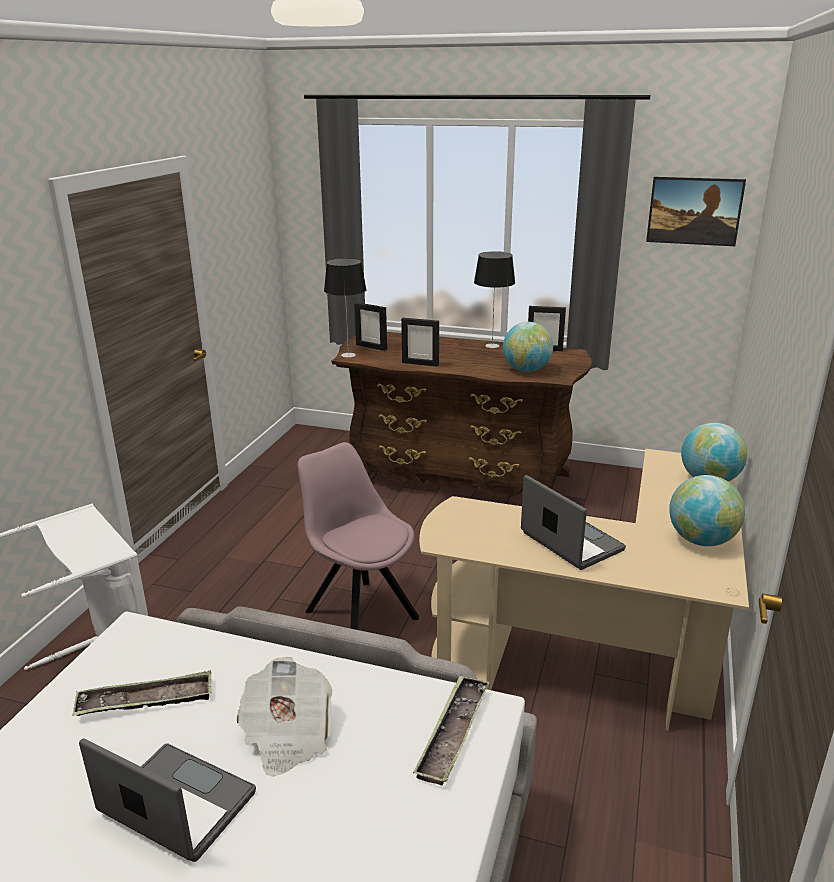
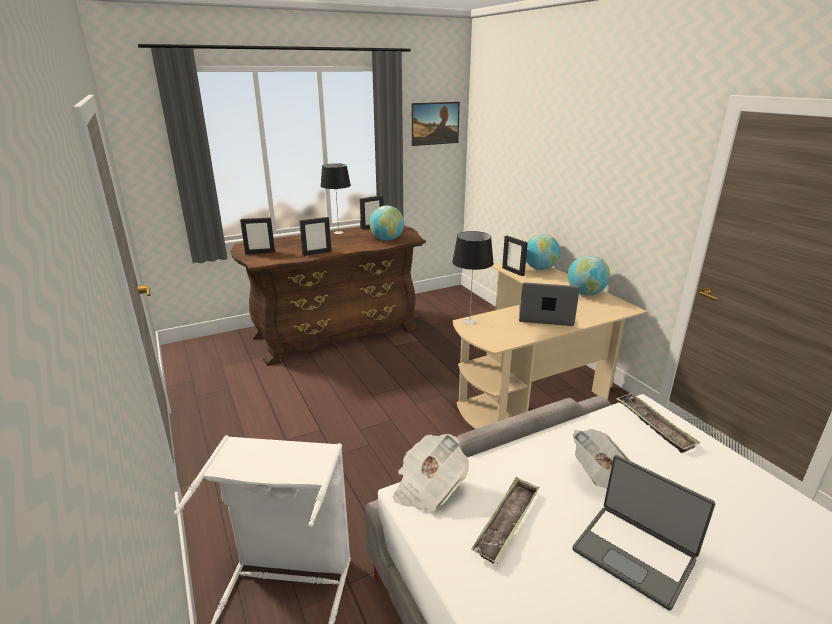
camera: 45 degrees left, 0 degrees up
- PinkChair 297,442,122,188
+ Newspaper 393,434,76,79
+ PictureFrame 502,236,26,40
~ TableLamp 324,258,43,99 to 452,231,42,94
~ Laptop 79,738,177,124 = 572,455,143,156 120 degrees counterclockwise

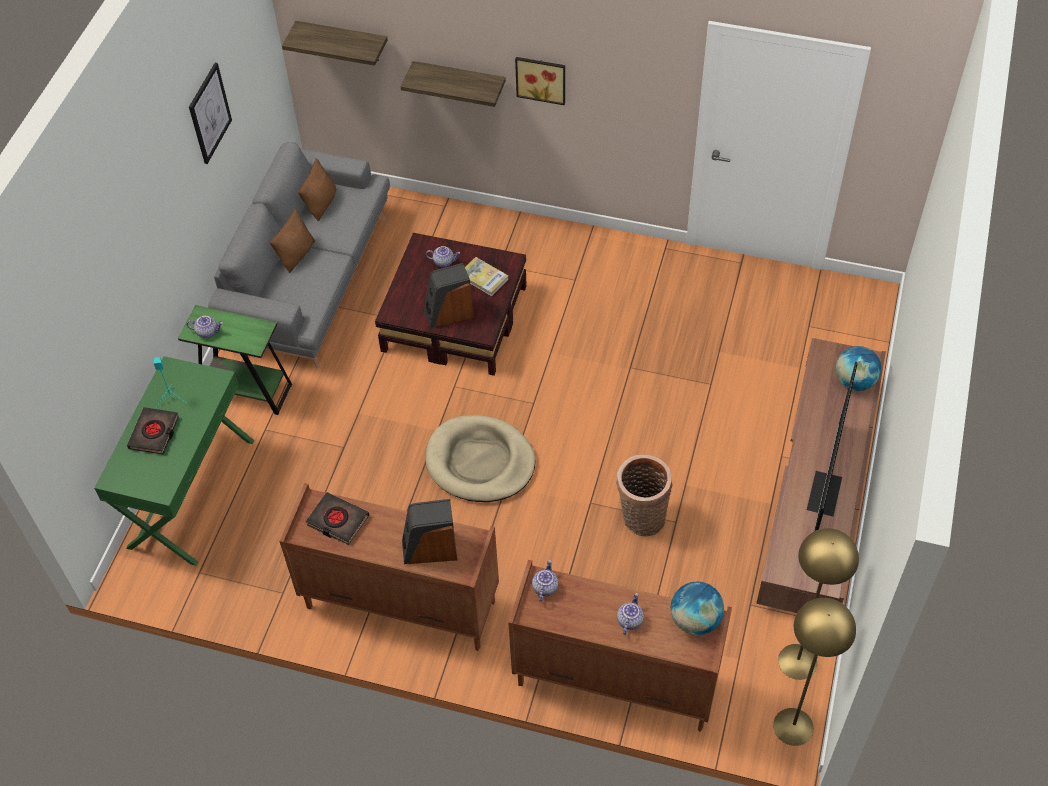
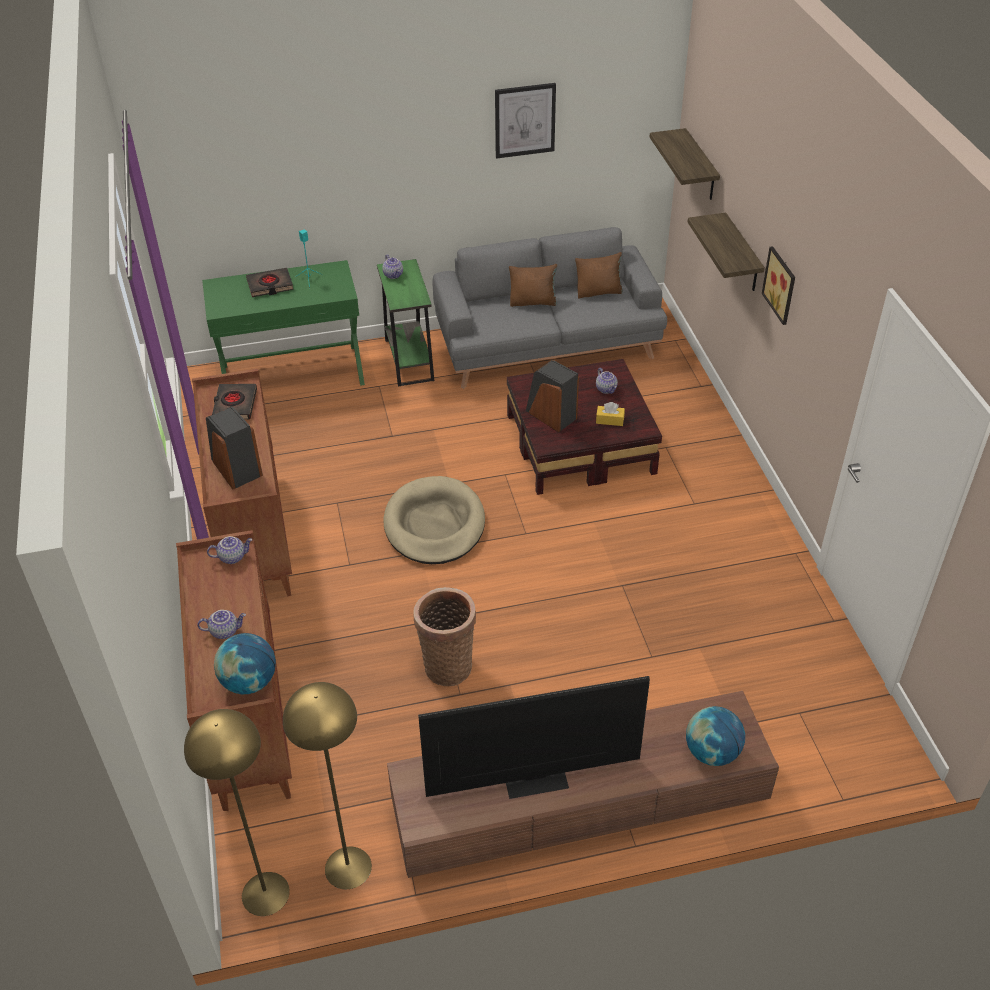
camera: 60 degrees right, 10 degrees down
~ Book 465,257,43,39 to YellowTissueBox 596,402,29,24

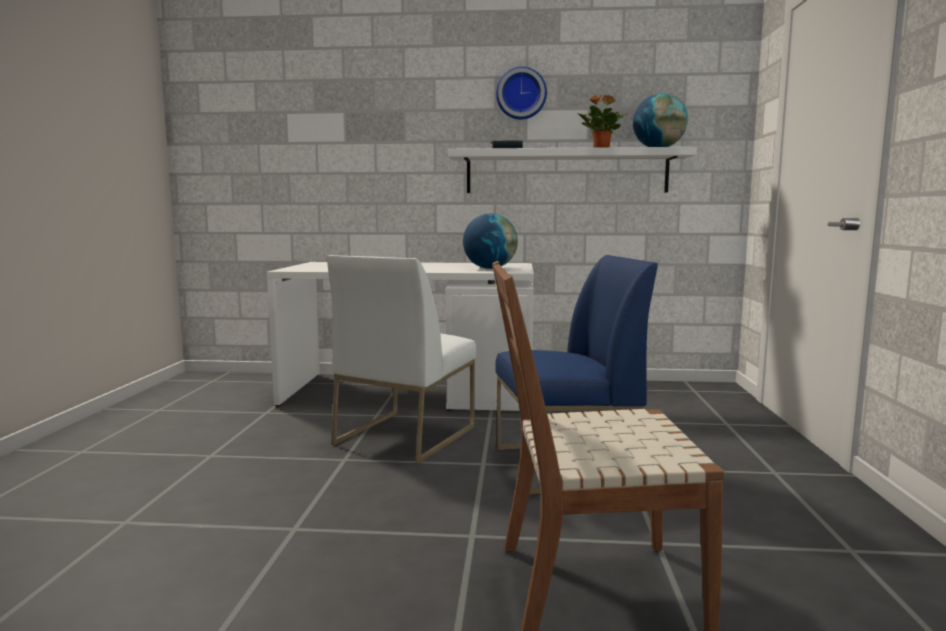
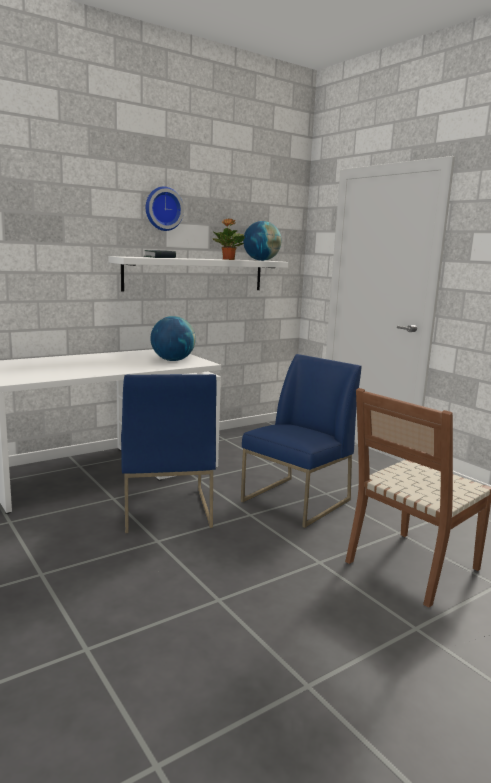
camera: 40 degrees left, 5 degrees up
~ WhiteChair 327,255,149,209 to BlueChair 121,374,95,159

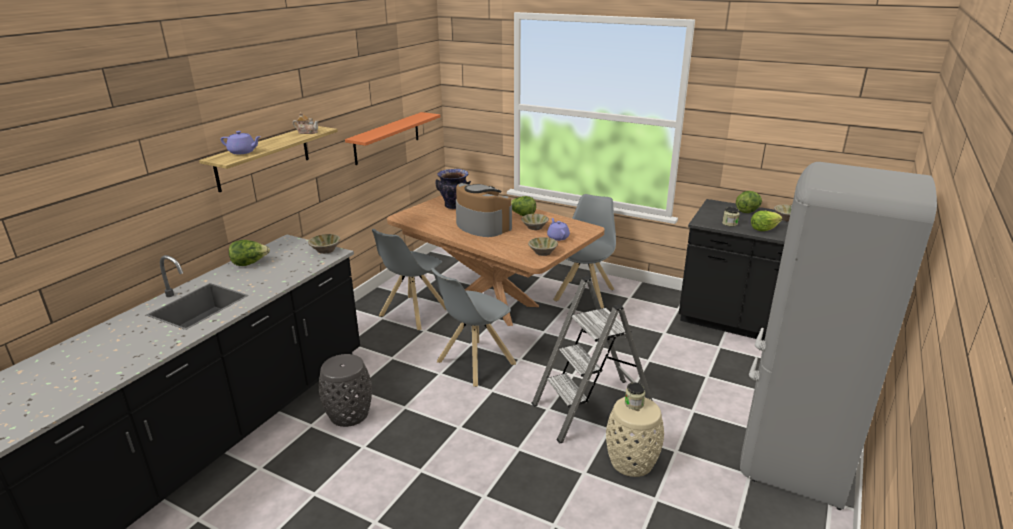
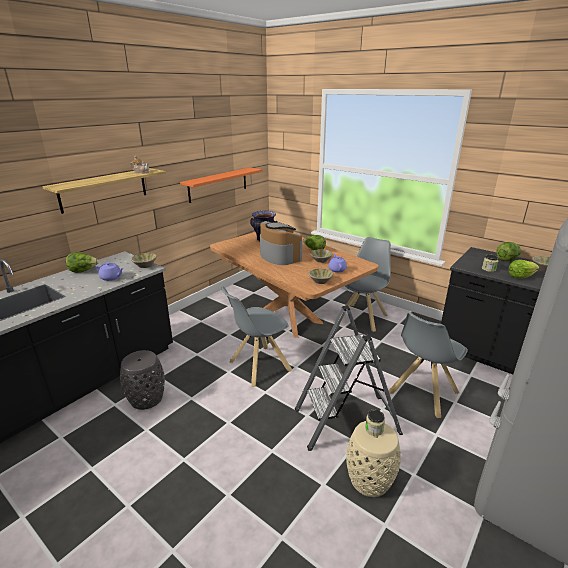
camera: 10 degrees right, 0 degrees up
~ PurpleTeapot 221,131,40,23 to 96,262,28,19
~ GreyChair 372,229,74,101 to 388,313,80,105

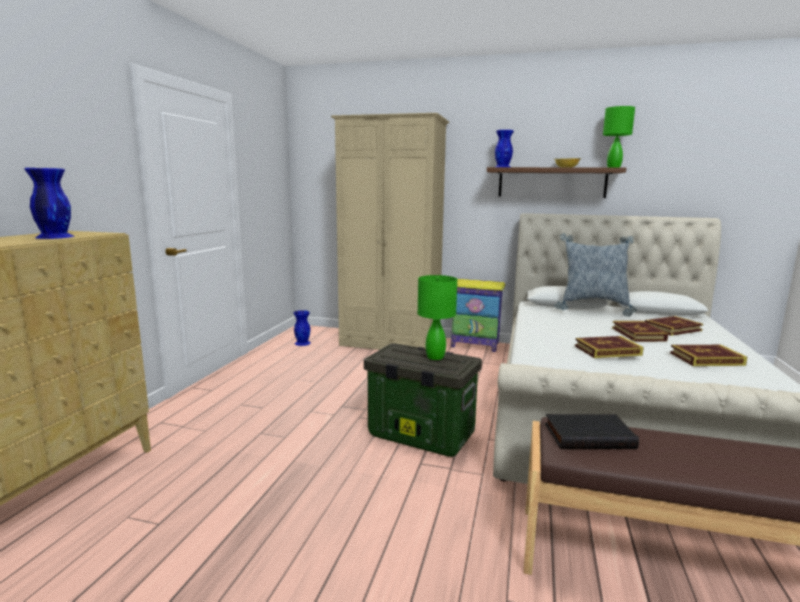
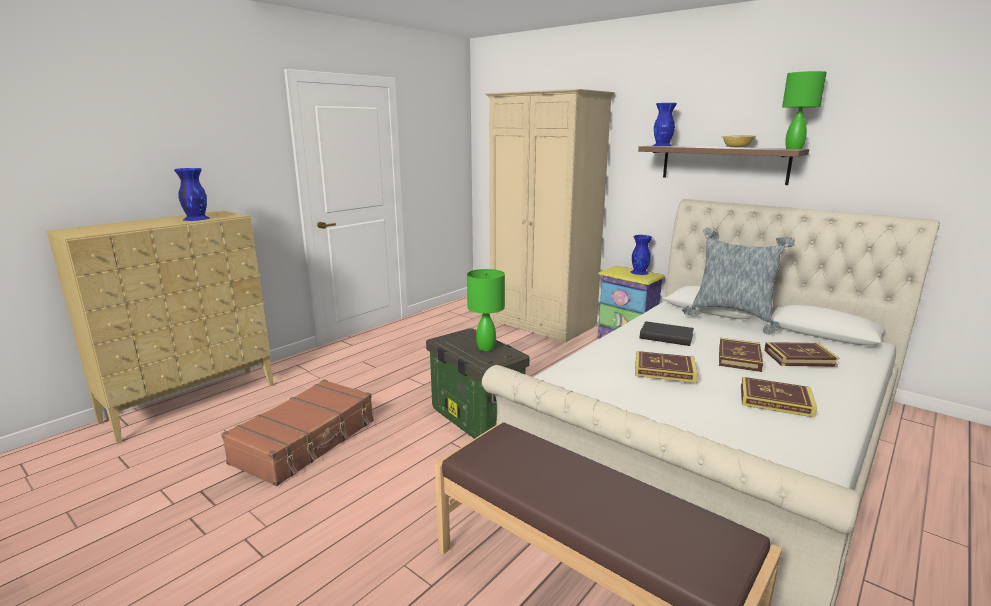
camera: 25 degrees right, 5 degrees up
+ BrownSuitcase 221,380,153,106
~ BlueVase 294,310,17,36 to 631,235,21,40
~ BlackBook 545,414,94,35 to 640,321,54,25

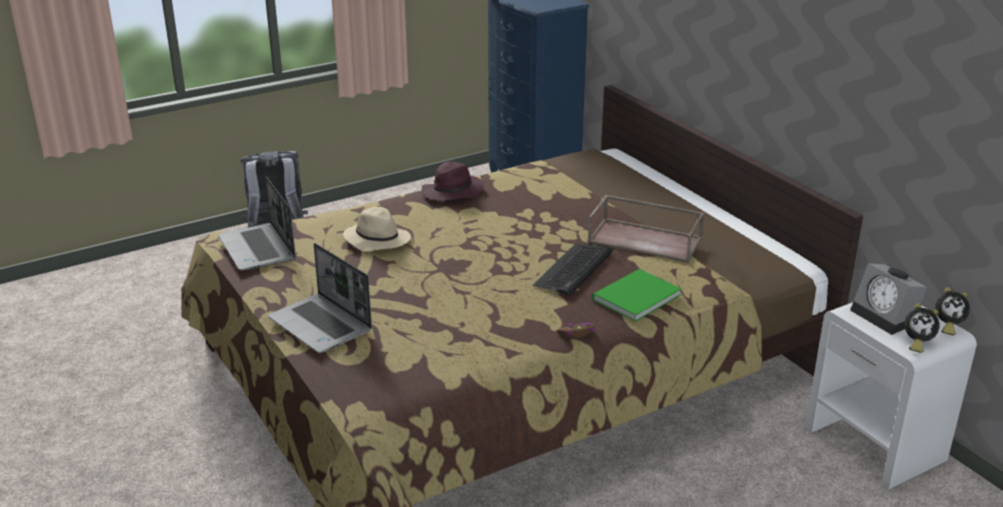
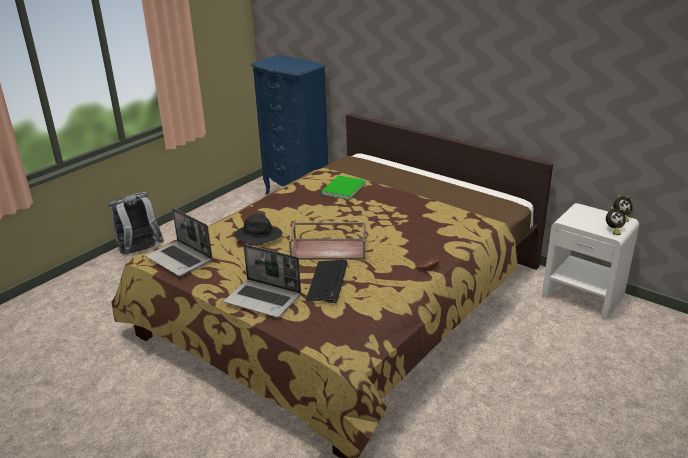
camera: 20 degrees left, 0 degrees up
- PurpleHat 422,161,62,40
- AlarmClock 850,263,77,72
~ Keyboard 533,243,80,53 to 306,260,41,43
~ BrownTray 587,195,118,68 to 289,222,77,38
~ GreenBook 592,269,89,53 to 321,175,45,25
~ BeigeHat 343,207,68,45 to BlackHat 234,214,48,32

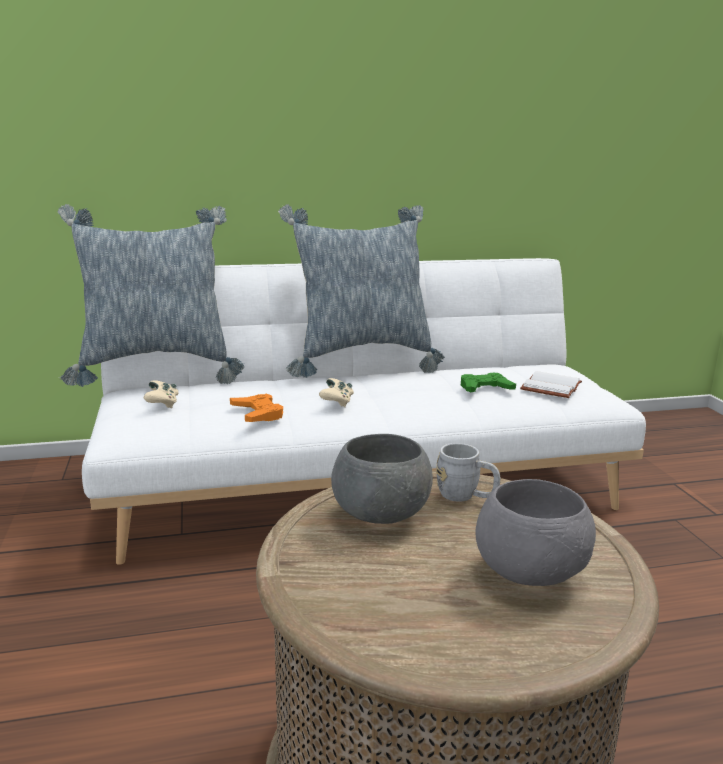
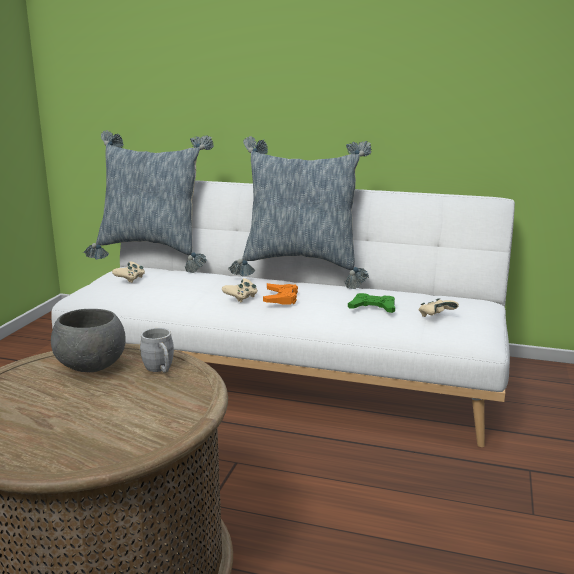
camera: 30 degrees right, 0 degrees up
- GreyBowl 476,479,120,107
~ OrangeGameController 230,394,53,28 to 263,283,35,21
~ WhiteBook 520,371,62,27 to BeigeGameController 419,298,40,19

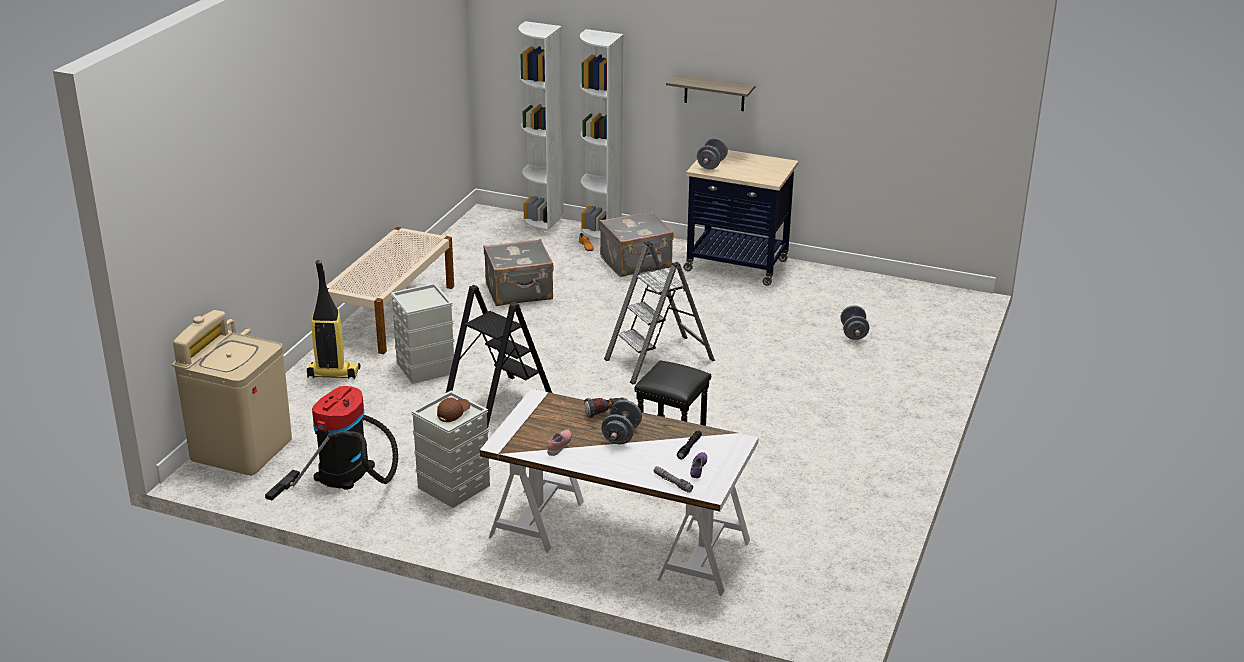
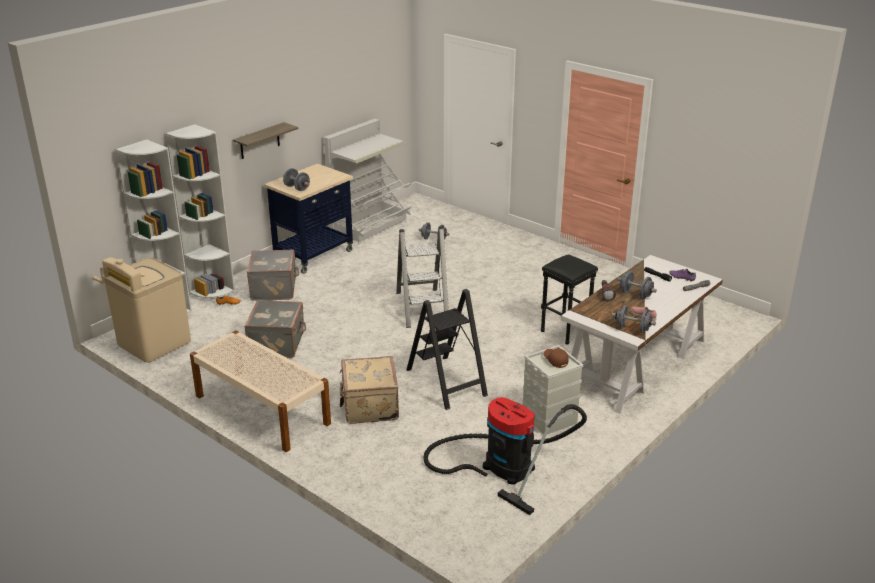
camera: 70 degrees left, 0 degrees up
- VacuumCleaner 307,260,53,119
+ WhiteShoeRack 324,119,87,126
+ GreyDumbbell 612,305,44,28
~ BeigeWashingMachine 172,310,120,166 to 92,257,99,106
~ GreyStorageBox 391,283,63,101 to BeigeSuitcase 340,356,59,68

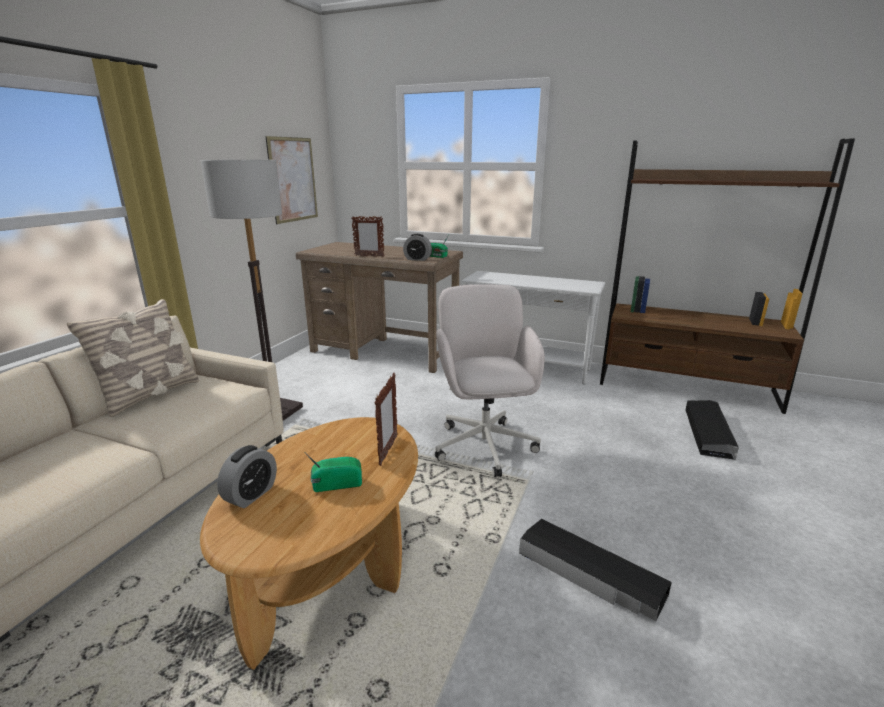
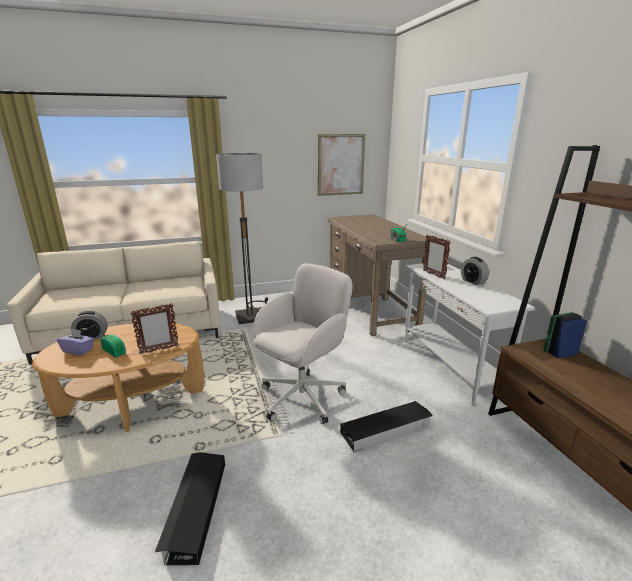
camera: 50 degrees right, 0 degrees up
- BeigePillow 67,299,132,118
+ PurpleTissueBox 57,329,37,26
~ PictureFrame 351,216,34,41 to 423,235,28,44
~ AlarmClock 403,234,29,27 to 461,257,28,28
~ BlackStorageBox 685,400,54,60 to 340,401,93,51

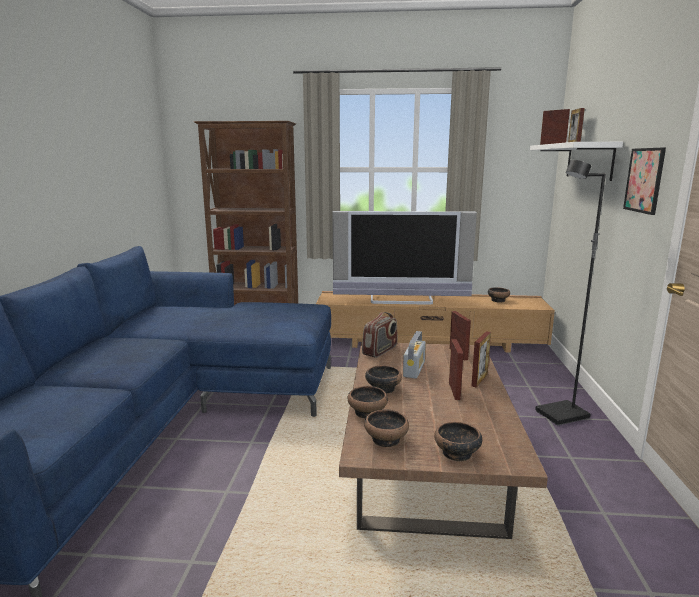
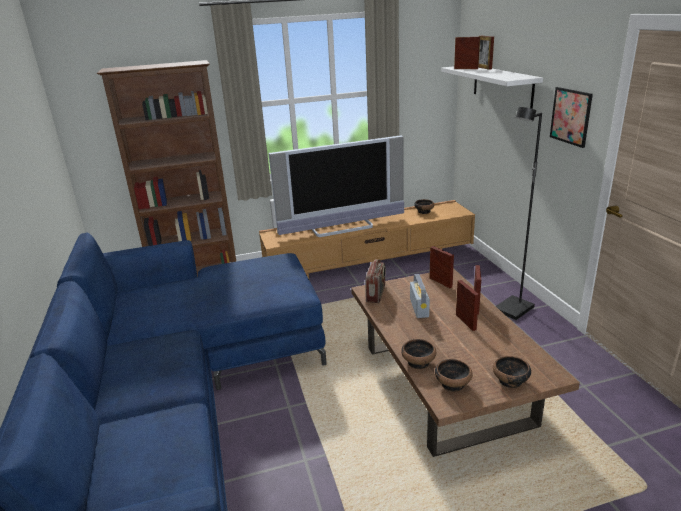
camera: 20 degrees left, 10 degrees up
- Bowl 365,365,37,29

